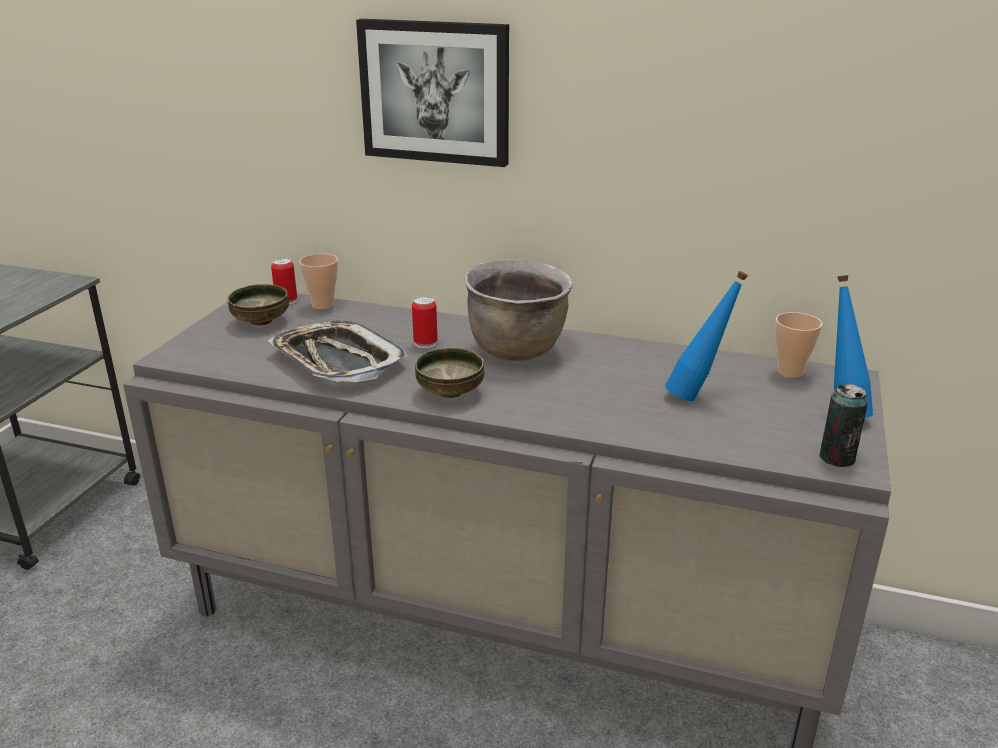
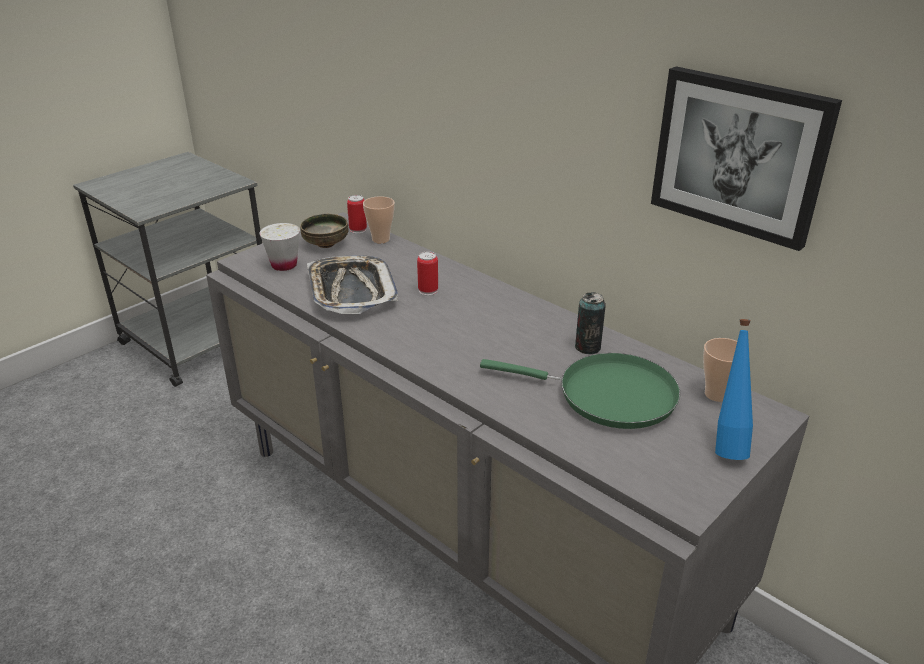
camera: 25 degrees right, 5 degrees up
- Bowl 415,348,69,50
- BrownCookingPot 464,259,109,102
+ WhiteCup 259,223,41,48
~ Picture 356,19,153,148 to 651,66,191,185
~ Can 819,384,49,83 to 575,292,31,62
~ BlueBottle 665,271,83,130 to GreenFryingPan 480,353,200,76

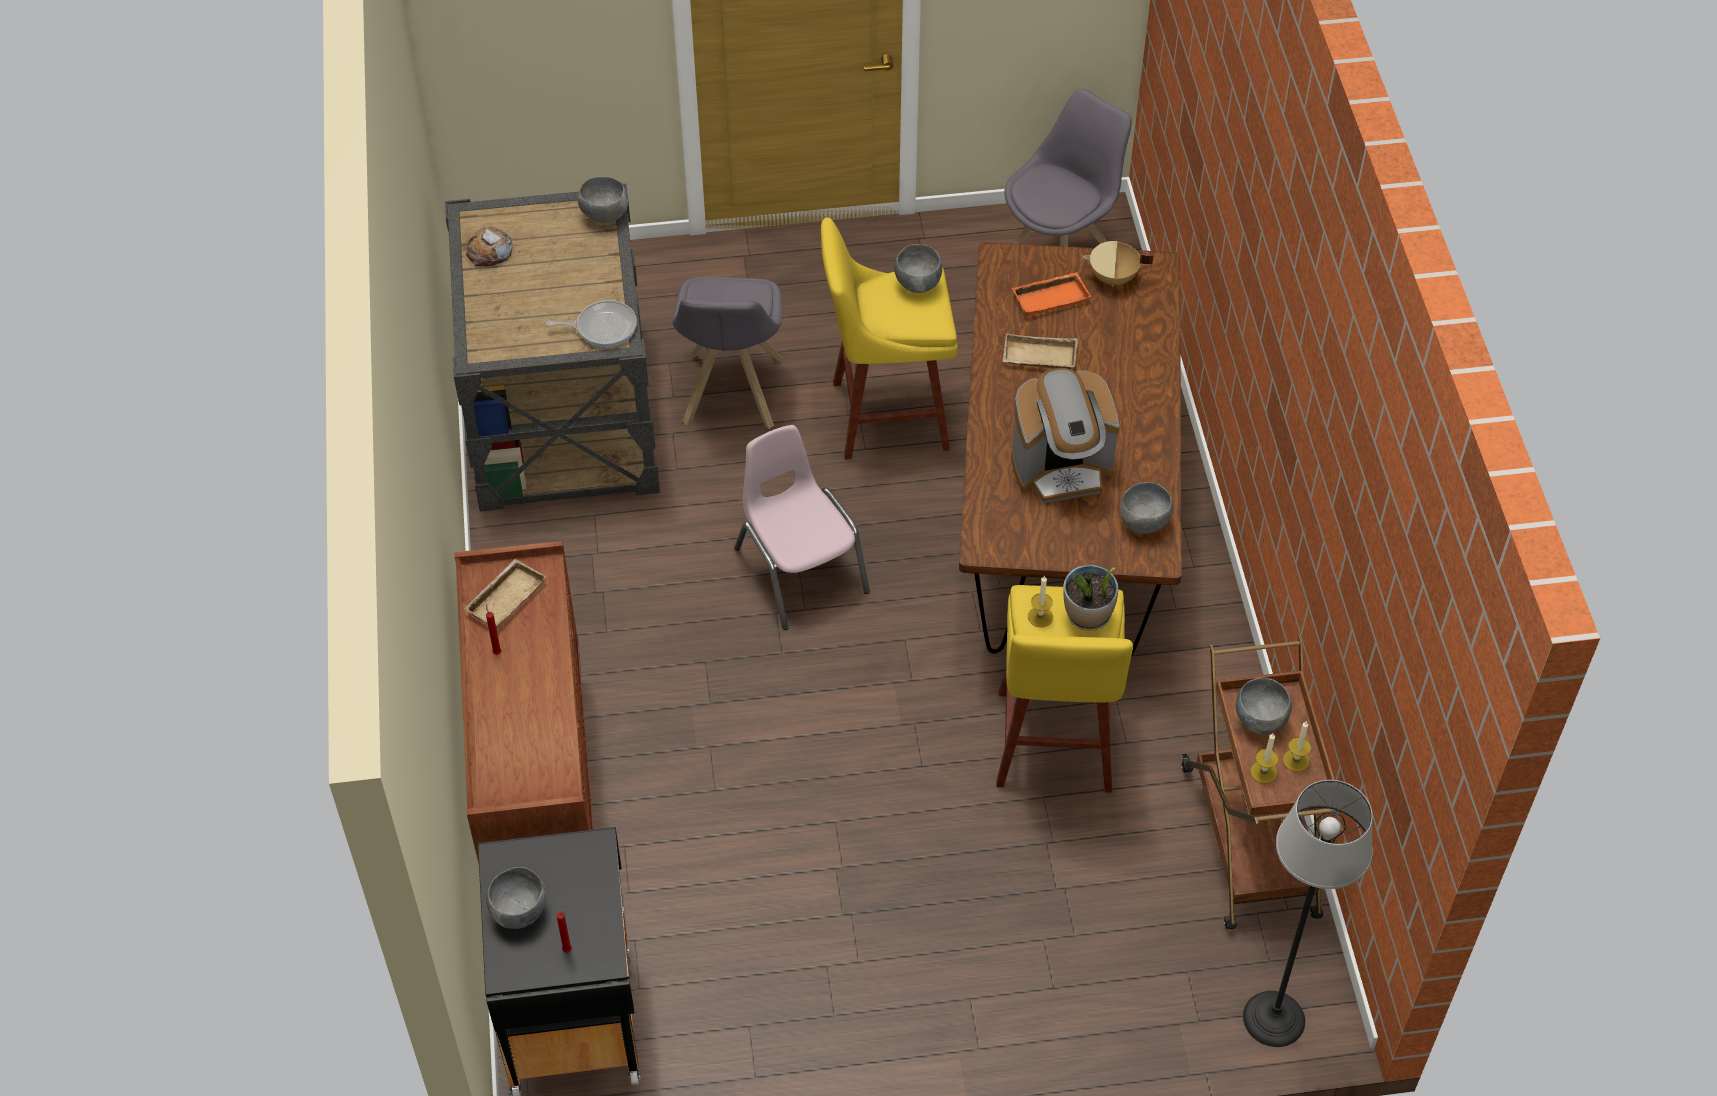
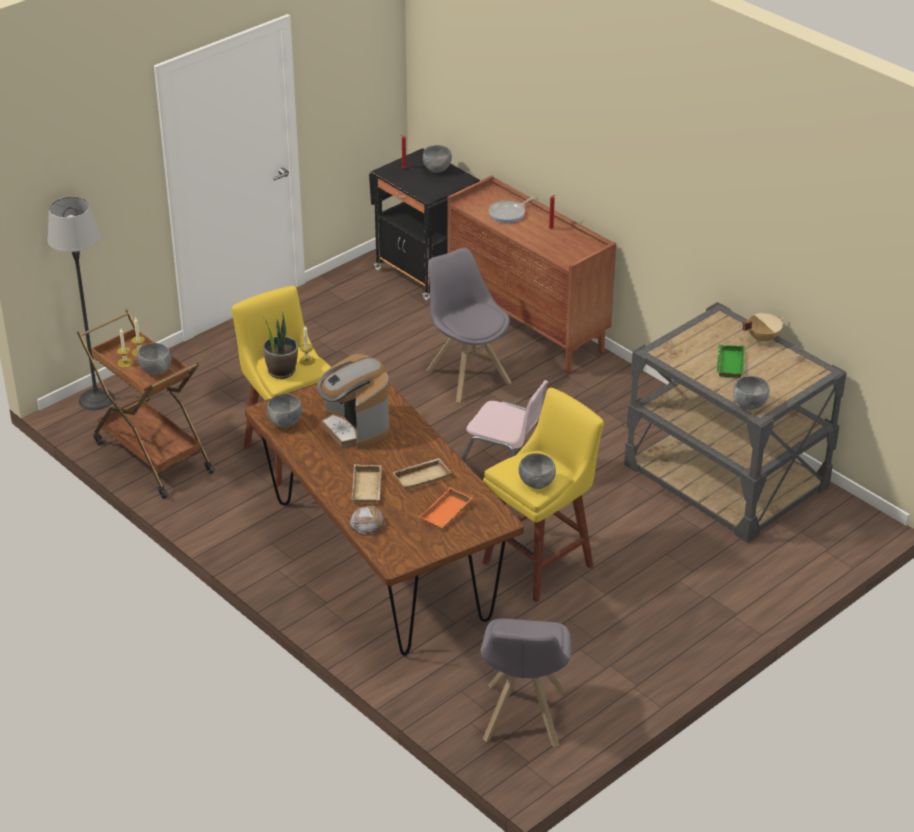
camera: 145 degrees right, 15 degrees down
+ GreenTray 717,345,28,33
~ BeigeTray 464,559,82,70 to 352,464,30,40
~ Bread 466,226,46,40 to 350,504,36,32
~ FryingPan 546,300,91,47 to 489,197,47,26
~ GreyChair 672,277,111,152 to 426,248,85,155
~ BeigeCookingPot 1083,241,71,45 to 742,313,42,30
~ CoffeeMachine 1011,368,108,135 = 317,354,73,95 75 degrees counterclockwise

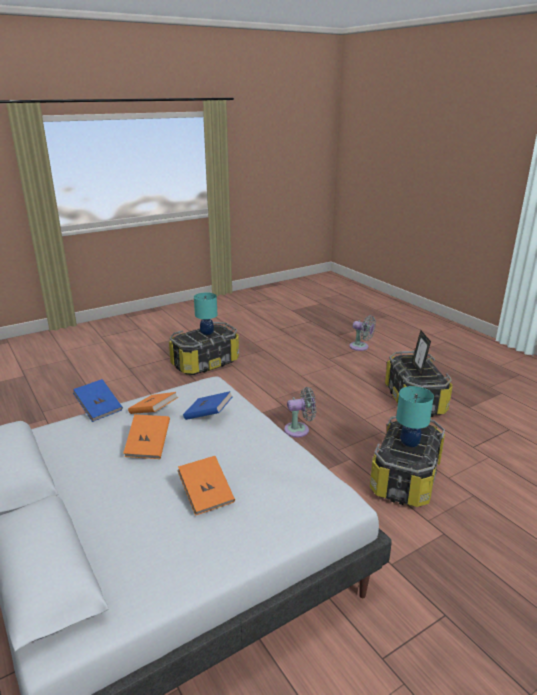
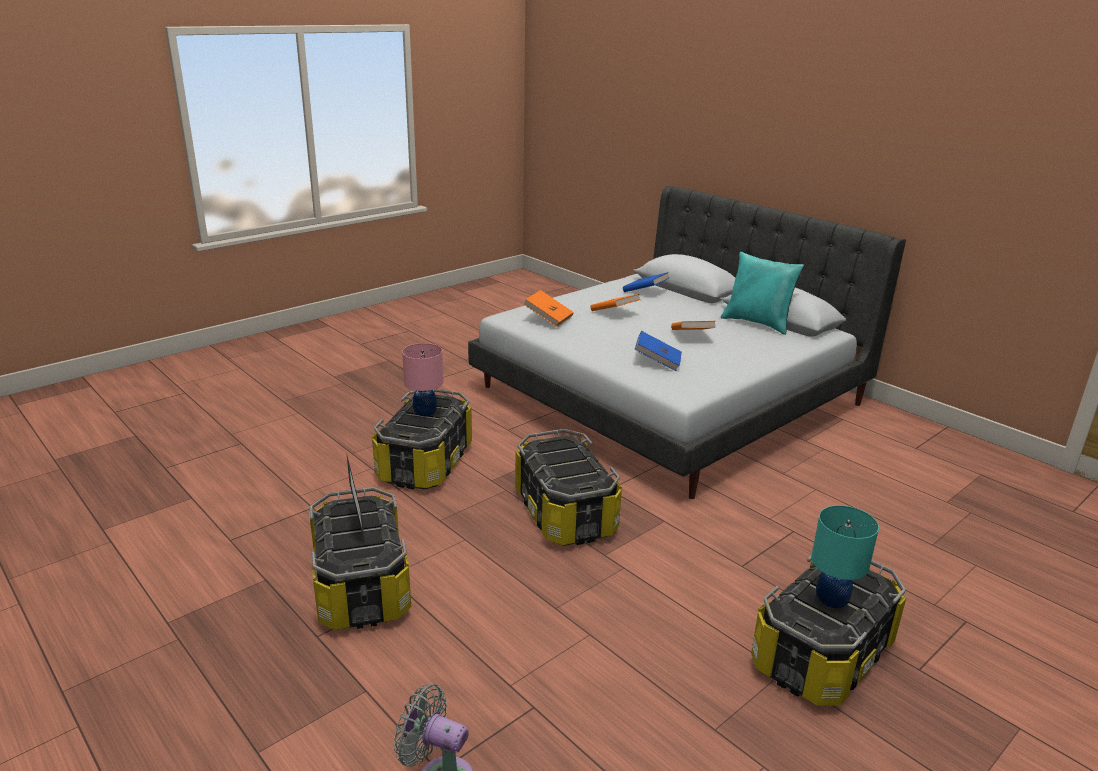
camera: 170 degrees right, 0 degrees up
+ TurquoisePillow 720,252,84,83
~ BlueBook 73,379,50,43 to 623,272,46,20
~ OrangeBook 128,392,50,22 to 523,290,51,37
~ GreyFan 284,387,32,51 to StorageBox 515,429,107,117
~ TurquoiseTableLamp 396,386,38,61 to PinkTableLamp 402,343,41,74

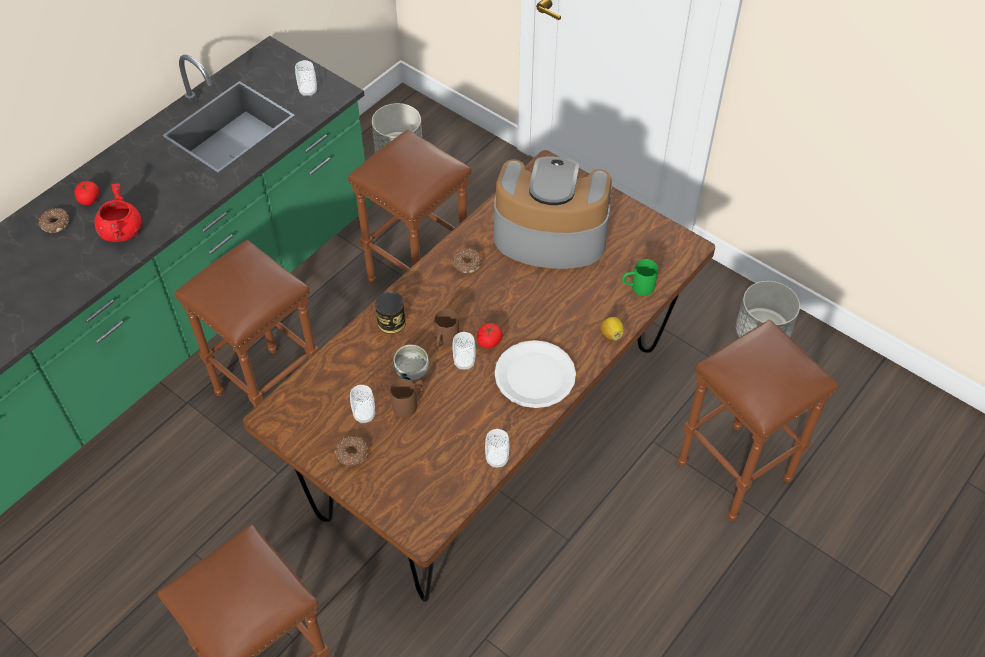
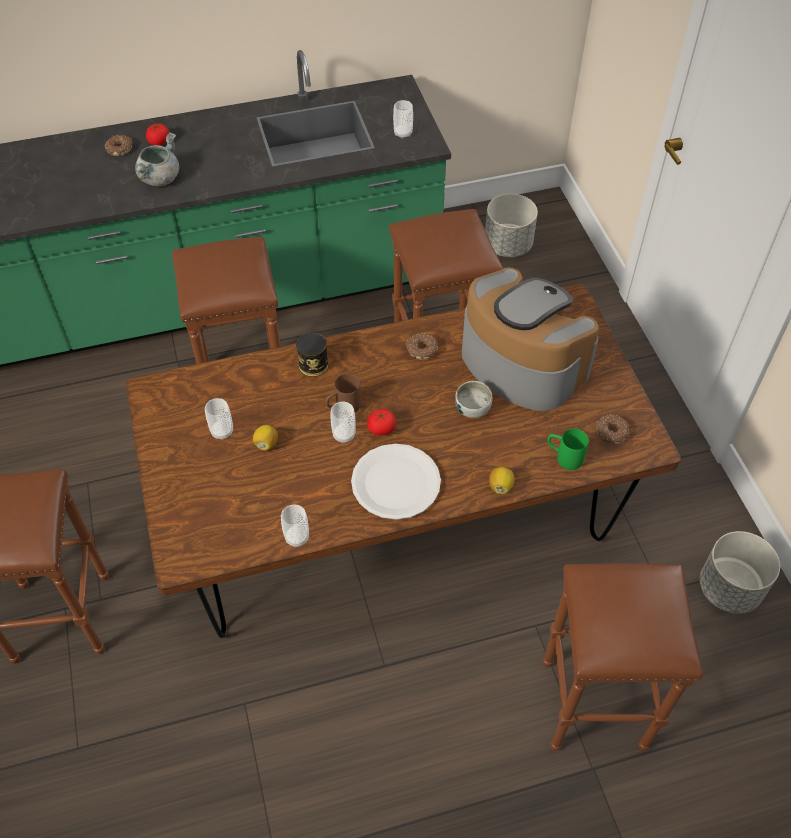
camera: 35 degrees right, 0 degrees up
~ Donut 334,436,34,30 to 595,414,35,30
~ Bowl 393,344,36,37 to 455,381,38,37
~ BrownMug 390,379,34,39 to Lemon 253,425,25,26
~ RedCookingPot 95,184,46,58 to GreyCookingPot 135,132,44,54

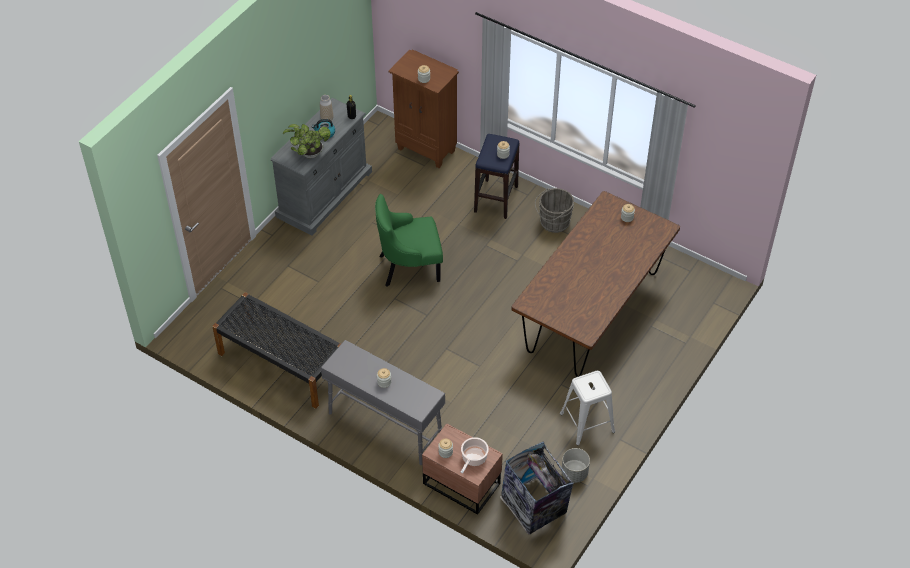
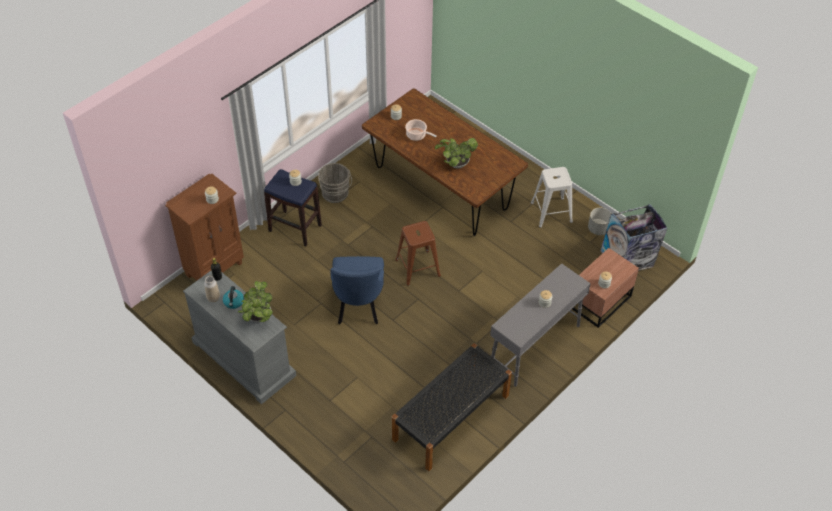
camera: 80 degrees left, 0 degrees up
+ BrownStool 395,221,46,65
+ PottedPlant 435,138,43,31
~ CookingPot 461,437,28,36 to 405,119,31,22
~ GreenChair 375,194,68,92 to BlueChair 330,256,54,68

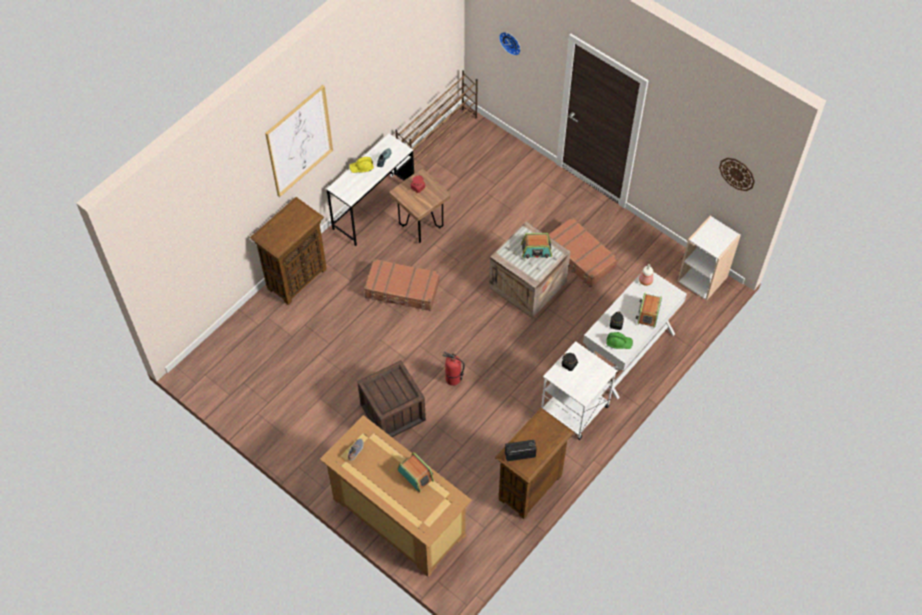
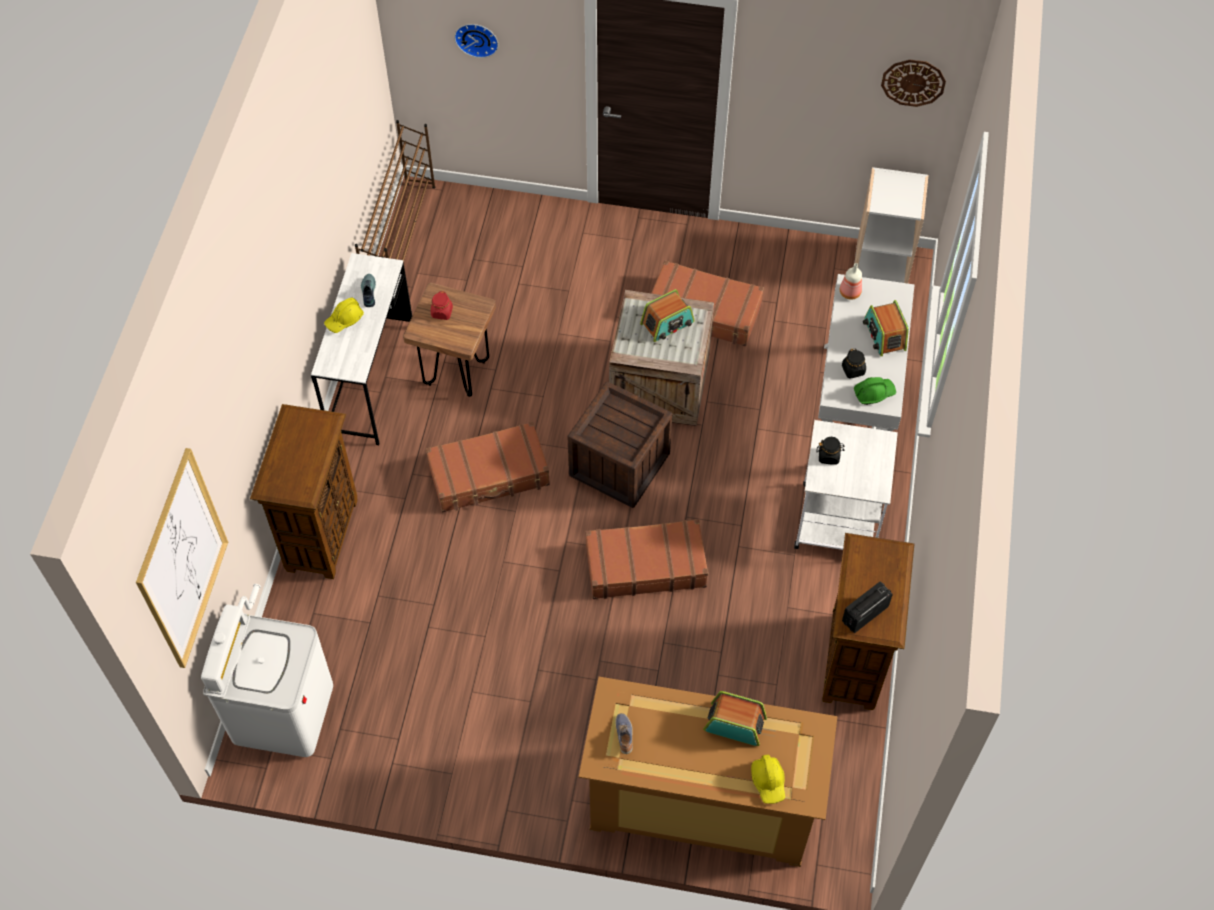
camera: 30 degrees left, 0 degrees up
+ WhiteWashingMachine 201,584,132,173
+ YellowHardHat 751,755,34,49
~ Picture 265,85,68,112 to 136,448,92,220
~ Crate 357,360,69,77 to 568,381,105,127
~ FireExtinguisher 442,352,23,34 to BrownSuitcase 586,519,122,80

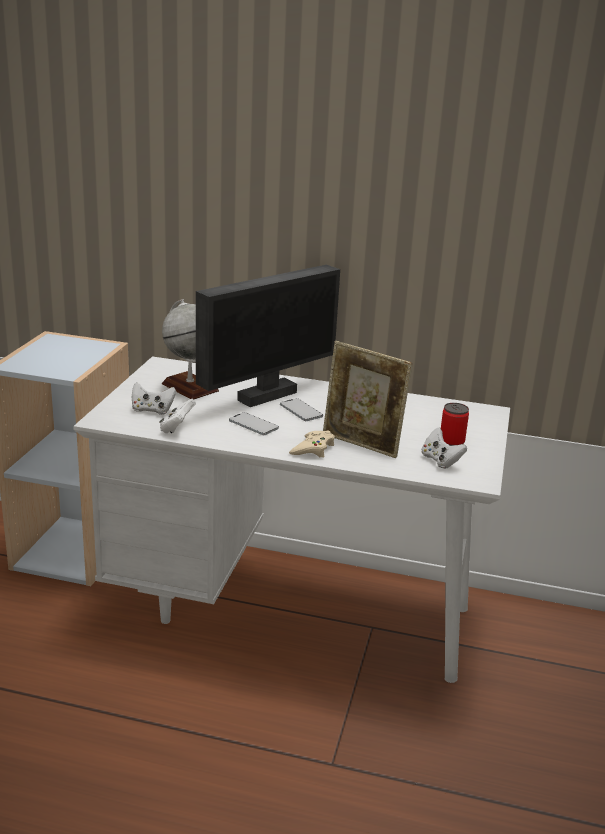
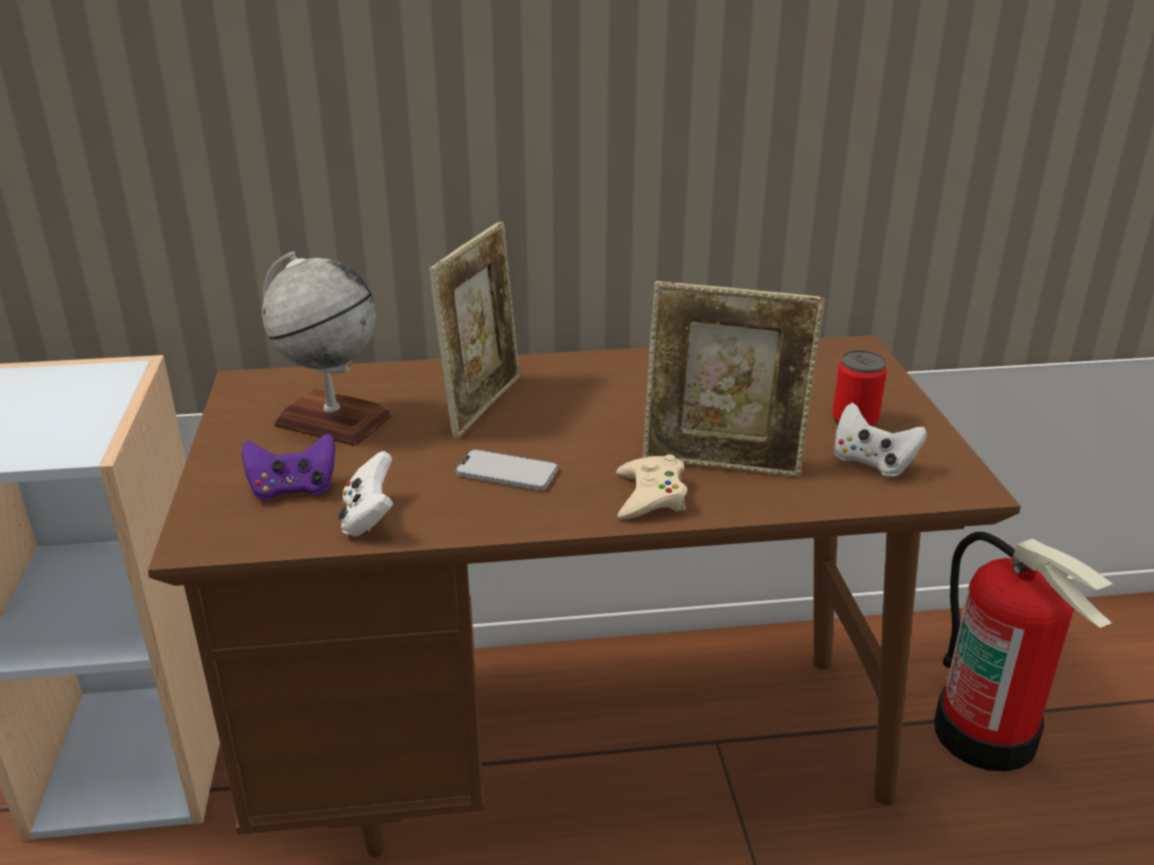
camera: 20 degrees left, 5 degrees up
- Phone 280,398,43,23
+ FireExtinguisher 934,532,178,240
~ Monitor 196,265,144,142 to PictureFrame 428,221,92,218
~ WhiteDesk 74,356,436,327 to BrownDesk 148,335,873,523
~ WhiteGameController 132,382,44,33 to PurpleGameController 242,433,93,67

